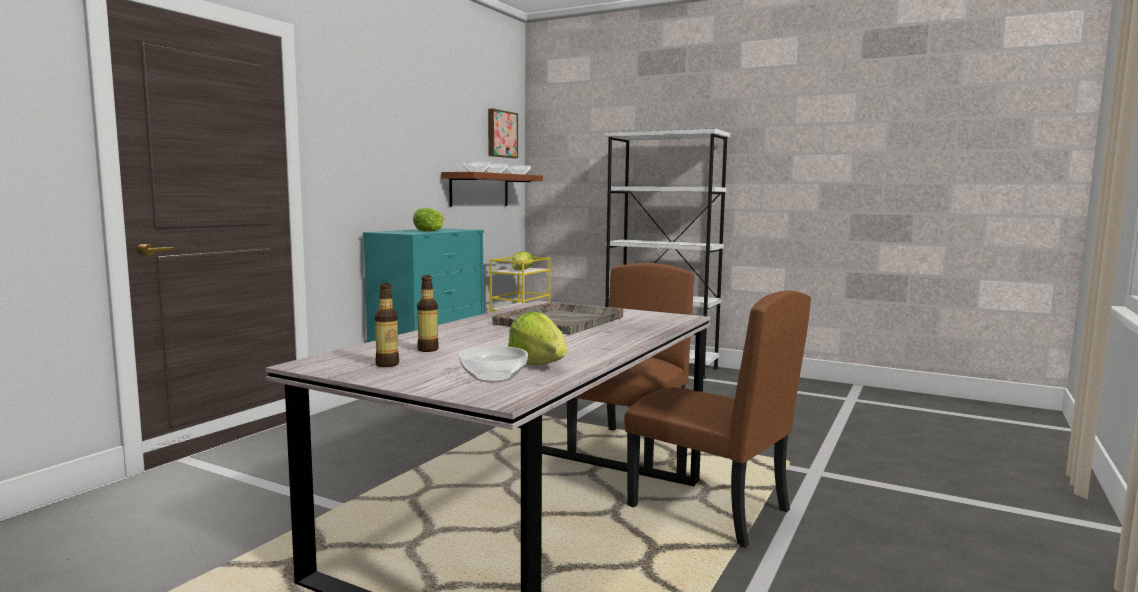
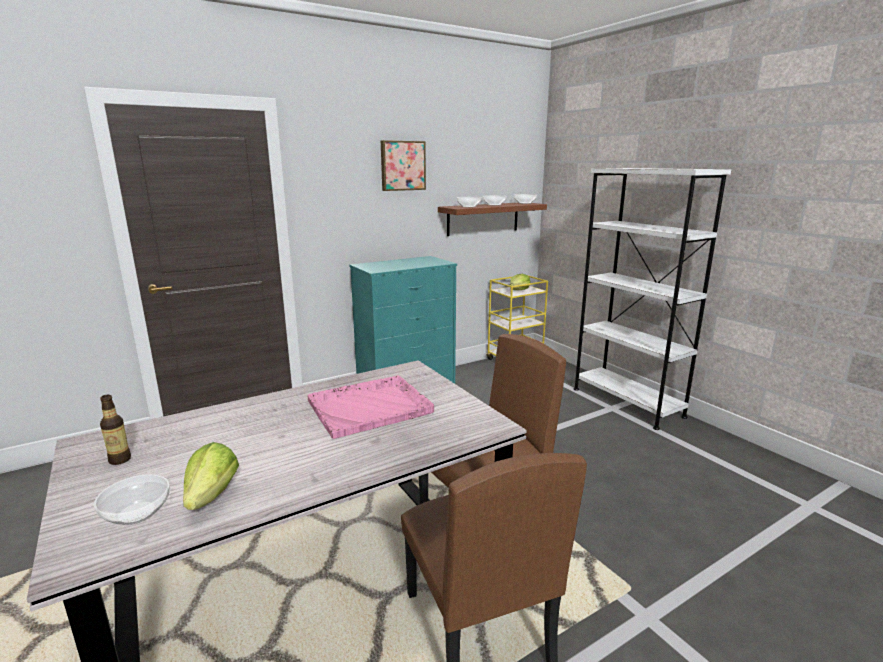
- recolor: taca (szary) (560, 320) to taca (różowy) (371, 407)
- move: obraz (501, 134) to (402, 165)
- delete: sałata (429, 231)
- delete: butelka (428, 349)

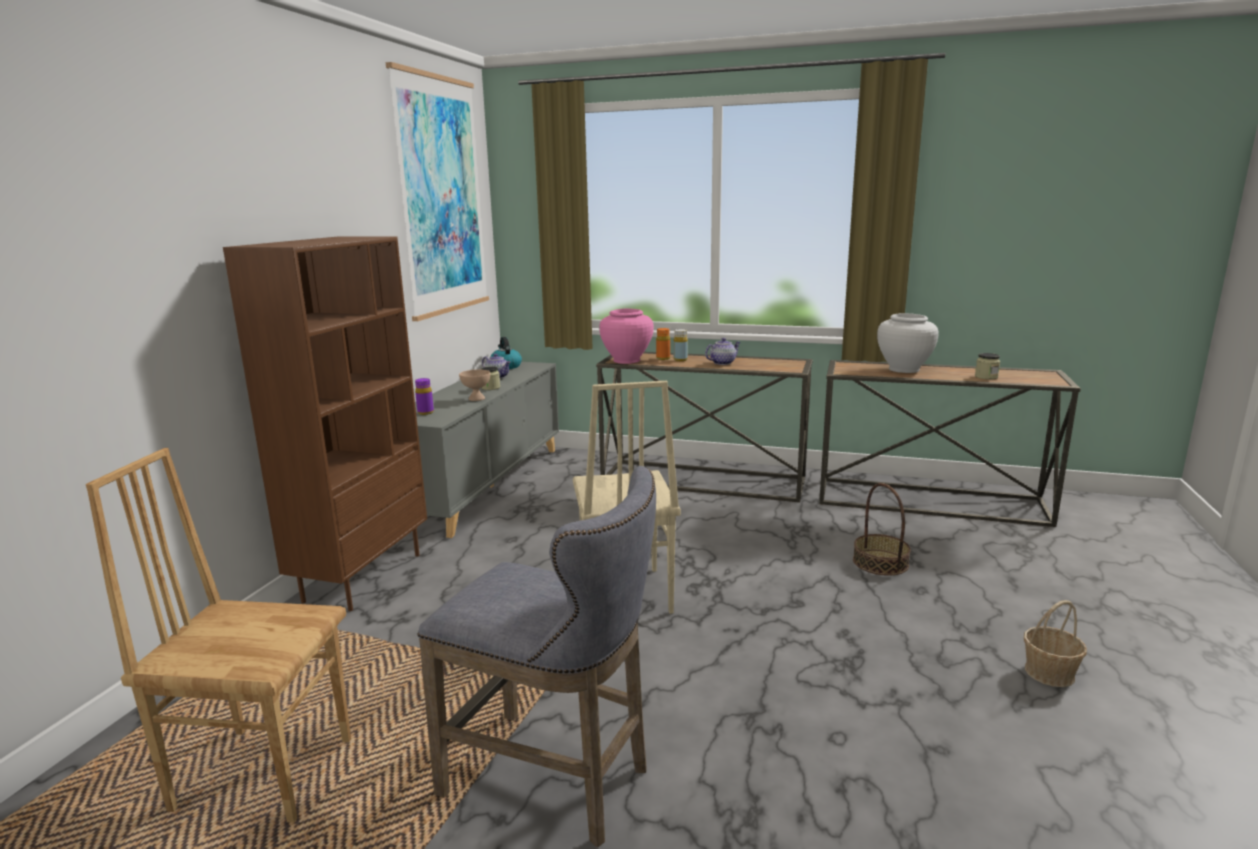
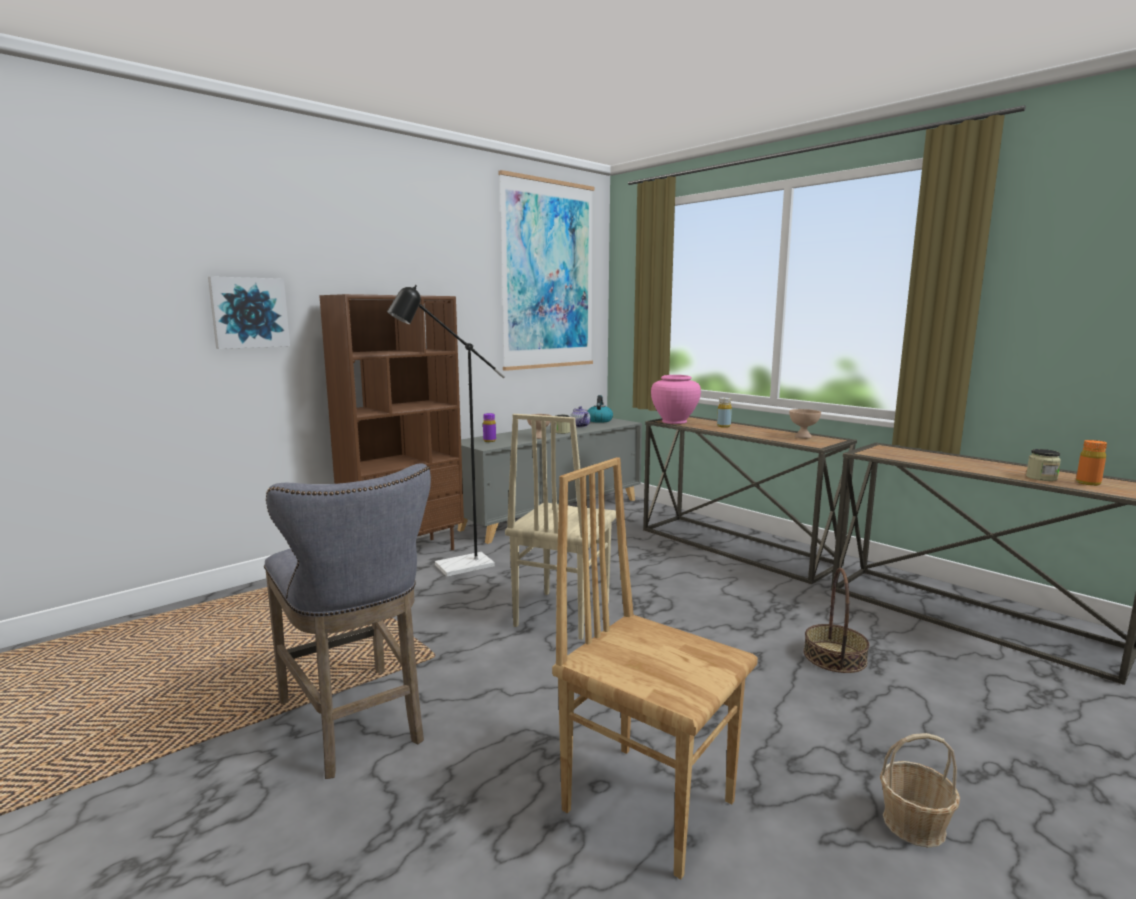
- insert: obraz (249, 312)
- insert: lampa stojąca (czarny) (454, 568)
- move: krzesło (brązowy) (265, 772) to (648, 803)
- insert: miska (beżowy) (803, 437)
- move: butelka (pomarańczowy) (663, 358) to (1088, 483)
- delete: imbryk (722, 363)
- delete: wazon (biały) (904, 369)

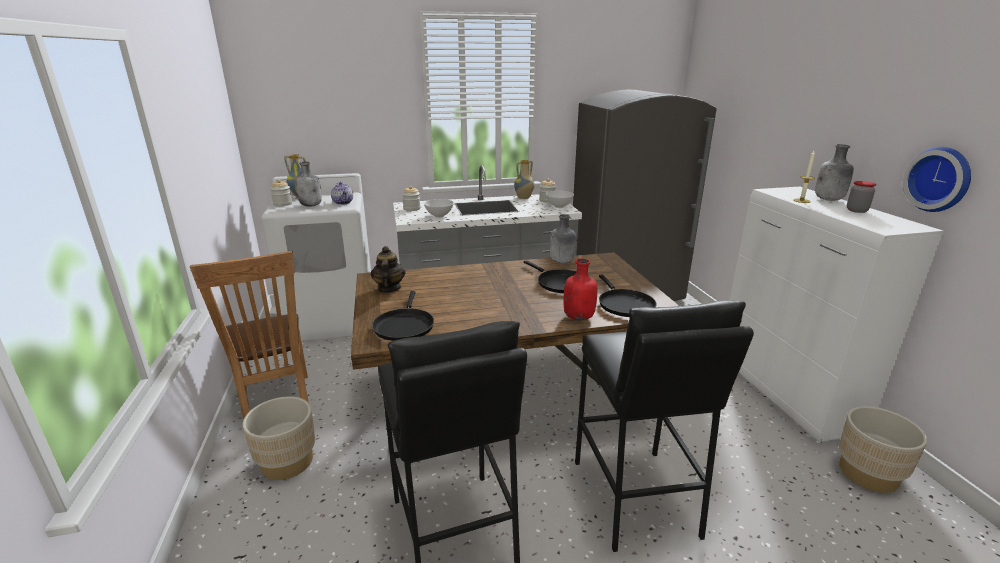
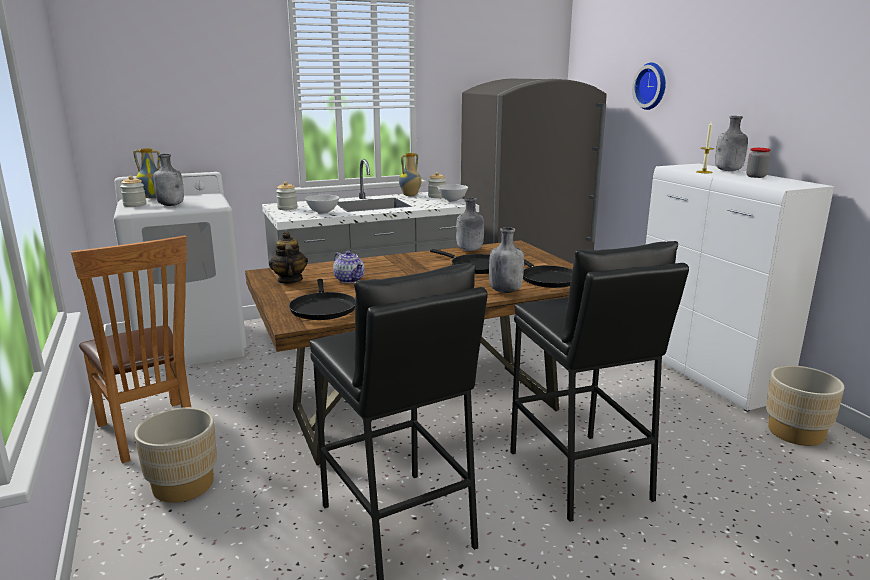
- move: imbryk (343, 202) to (350, 280)
- recolor: butelka (czerwony) (579, 317) to butelka (szary) (505, 291)
- move: zegar ścienny (940, 179) to (652, 86)

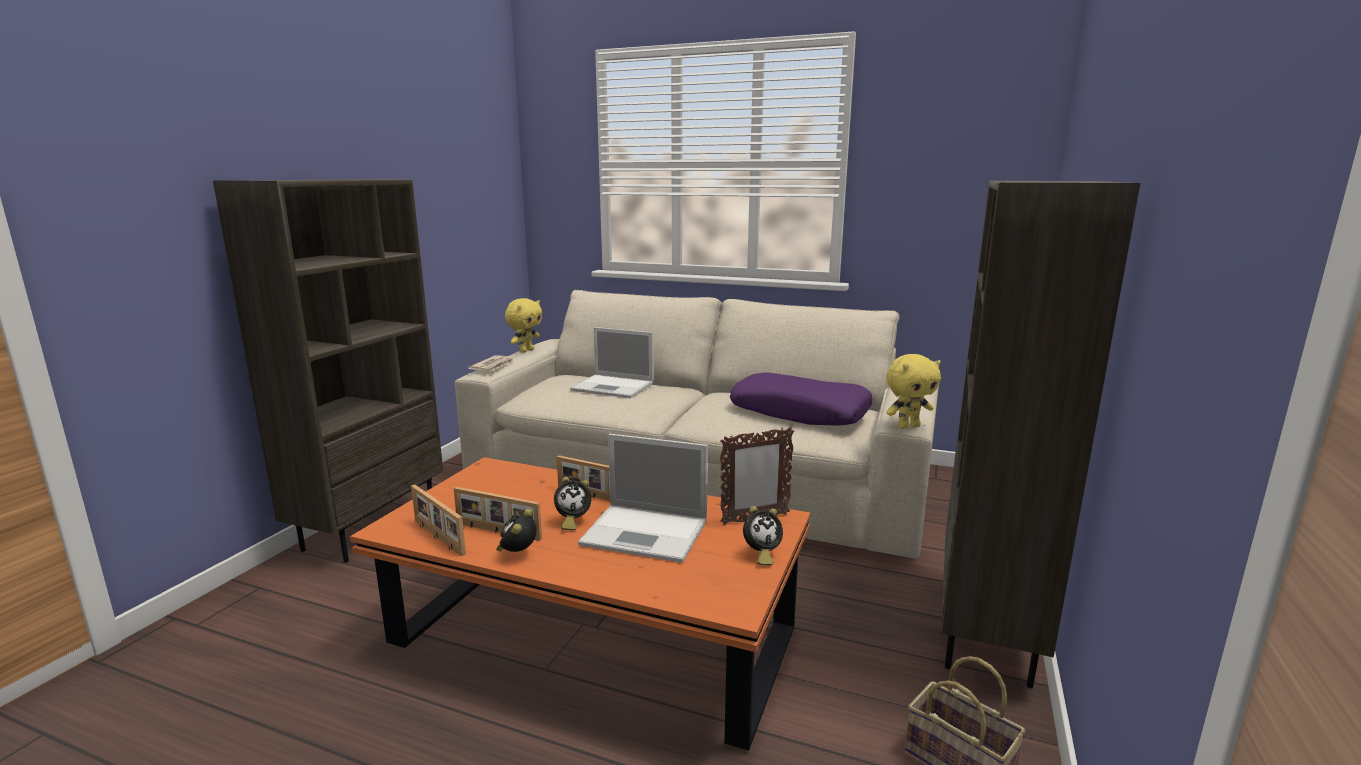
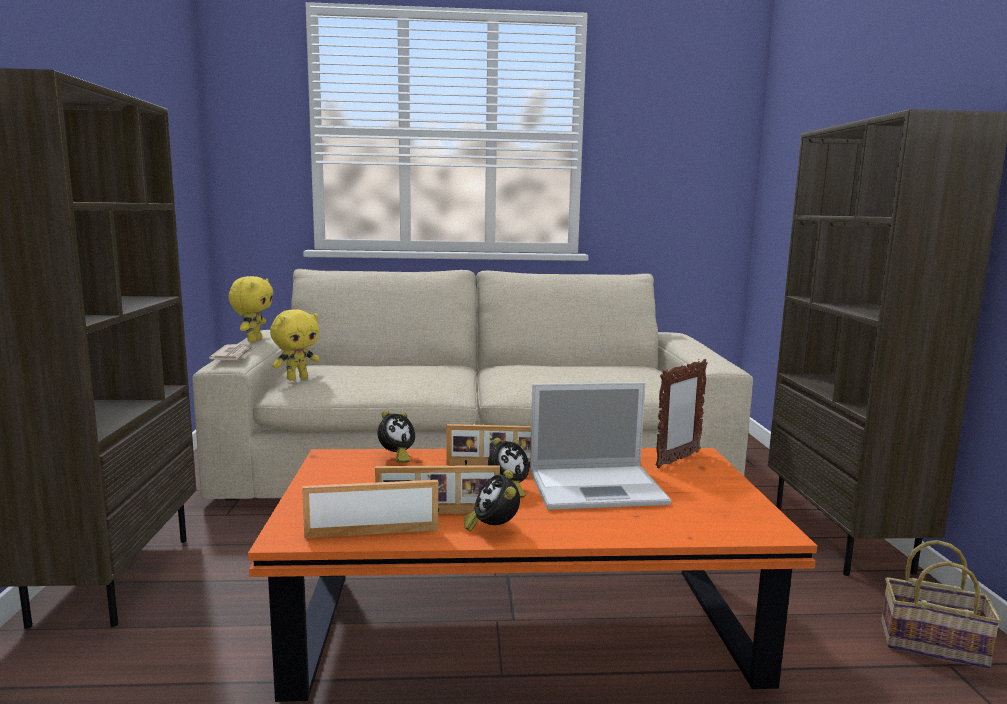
- move: pluszak (żółty) (908, 426) to (297, 378)
- rotate: ramka na zdjęcie (437, 537) = (372, 532) 150 degrees clockwise
- move: budzik (761, 555) to (396, 457)
- delete: laptop (614, 387)
- delete: poduszka (fioletowy) (800, 412)

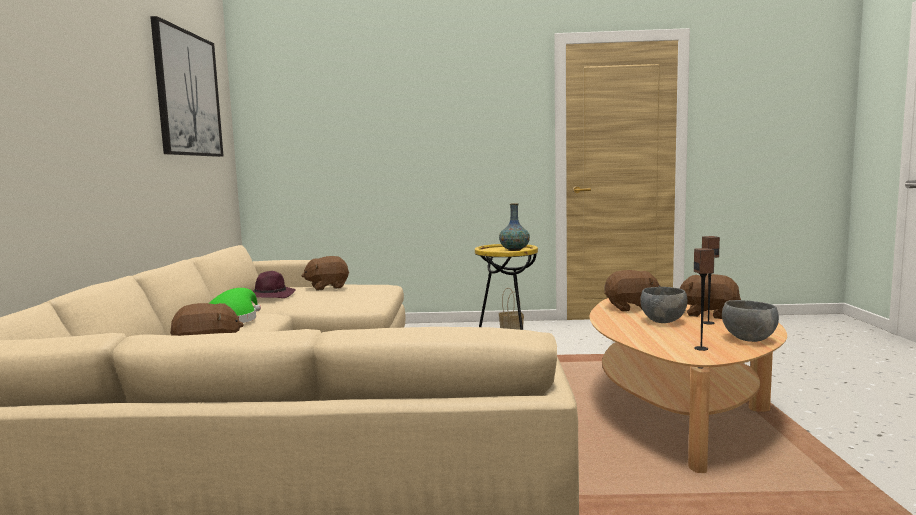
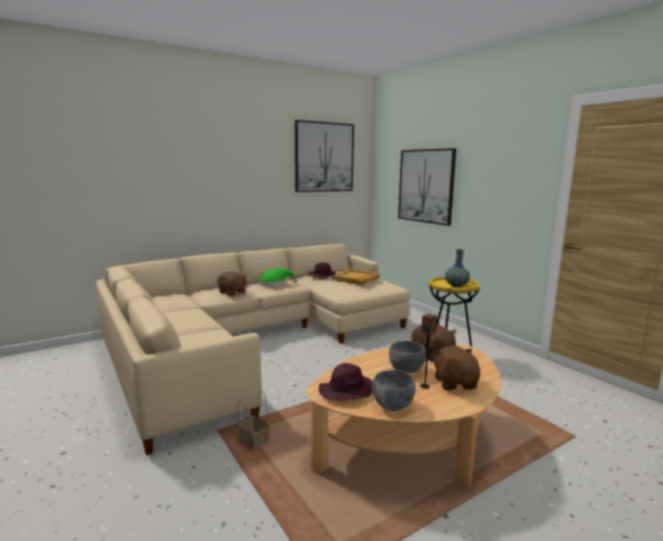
- move: koszyk (510, 329) to (252, 441)
- replace: głośnik (701, 348) to kapelusz (fioletowy) (346, 392)
- replace: pluszak (brązowy) (327, 287) to taca (beżowy) (356, 279)
- insert: obraz (426, 186)

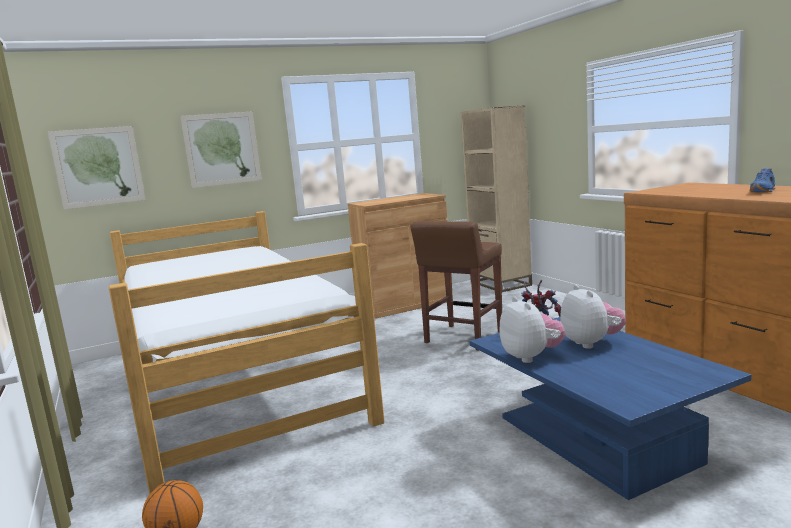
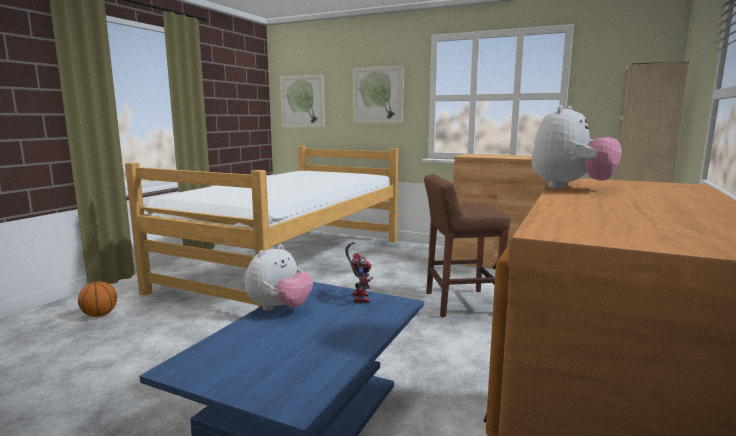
- move: pluszak (591, 343) to (570, 187)
- delete: but (niebieski) (763, 191)

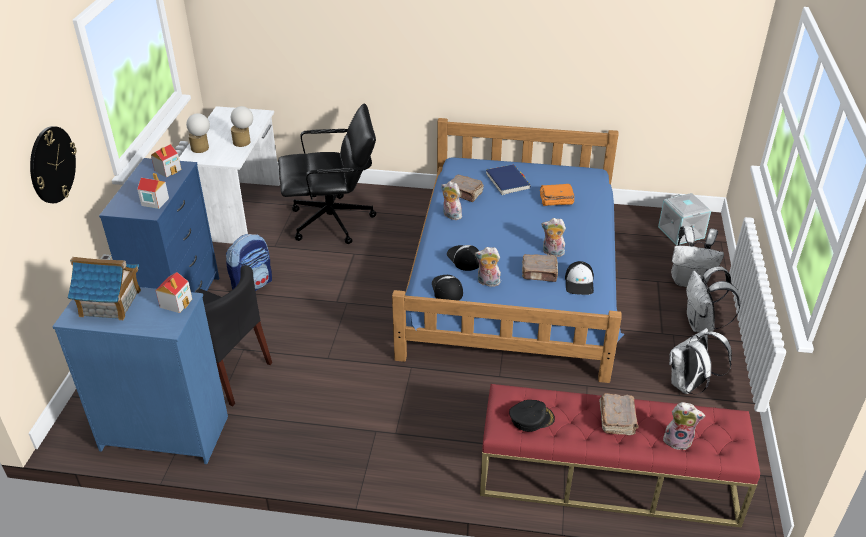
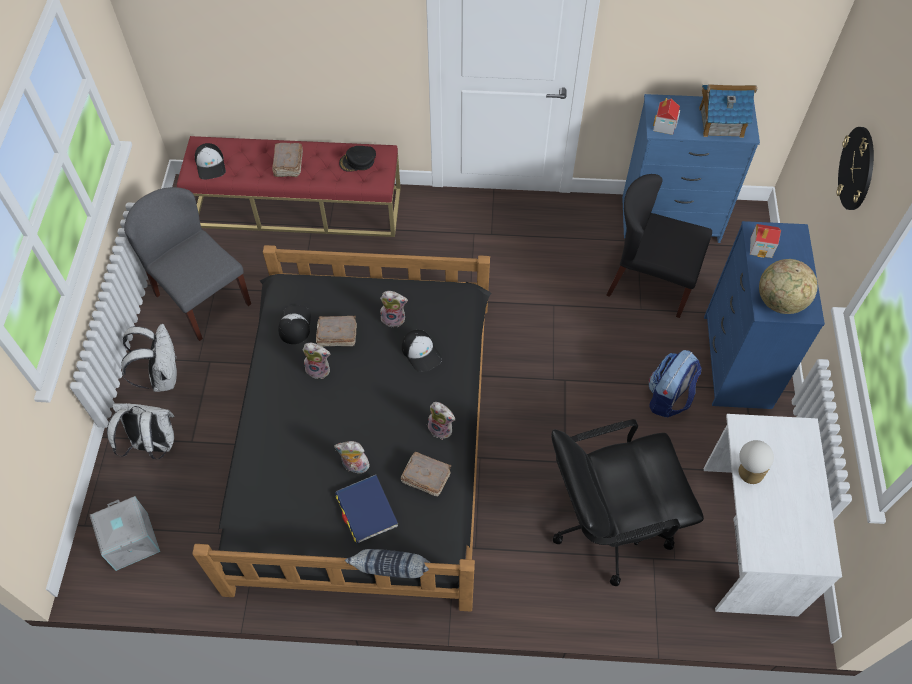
- replace: plecak (biały) (689, 386) to krzesło (szary) (202, 299)
- recolor: łóżko (niebieski) (513, 275) to łóżko (czarny) (365, 437)
- move: czapka z daszkiem (446, 289) to (211, 165)
- move: pluszak (678, 440) to (354, 466)
- insert: poduszka (393, 574)
- replace: domek (168, 170) to globus (780, 302)
- delete: lampa stołowa (201, 149)
- delete: książka (pomarańczowy) (555, 200)

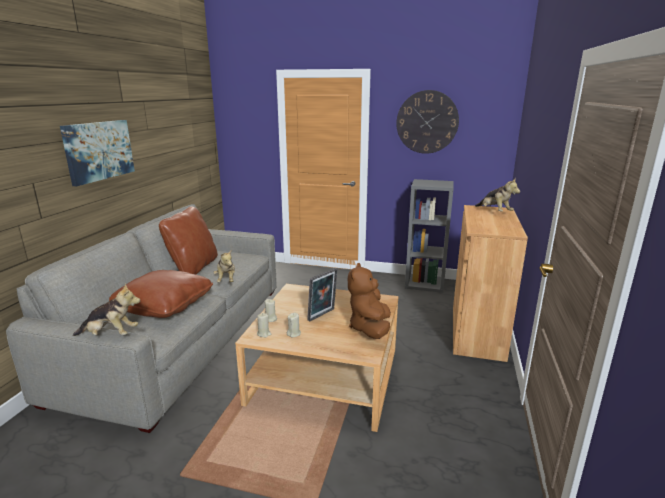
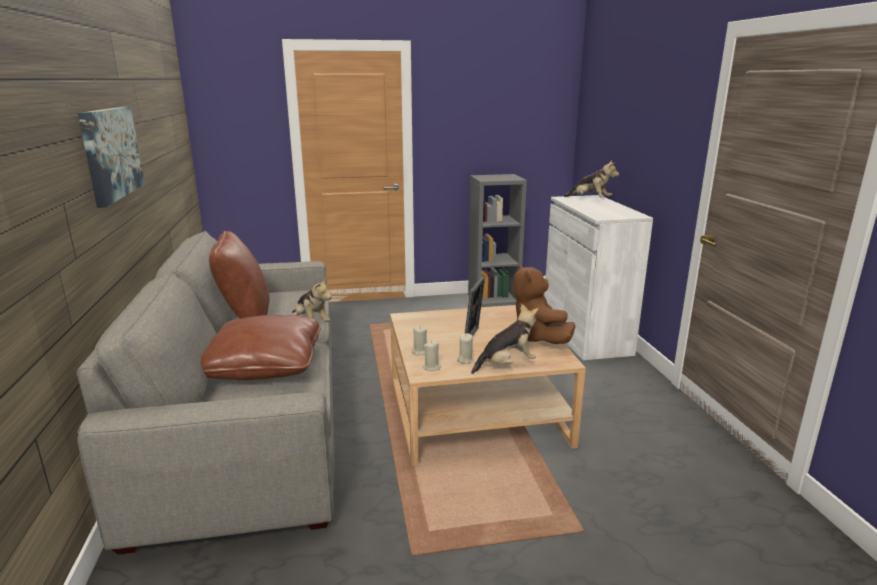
- move: pluszak (110, 335) to (506, 365)
- recolor: szafka (brązowy) (477, 331) to szafka (biały) (585, 335)
- delete: zegar ścienny (427, 122)

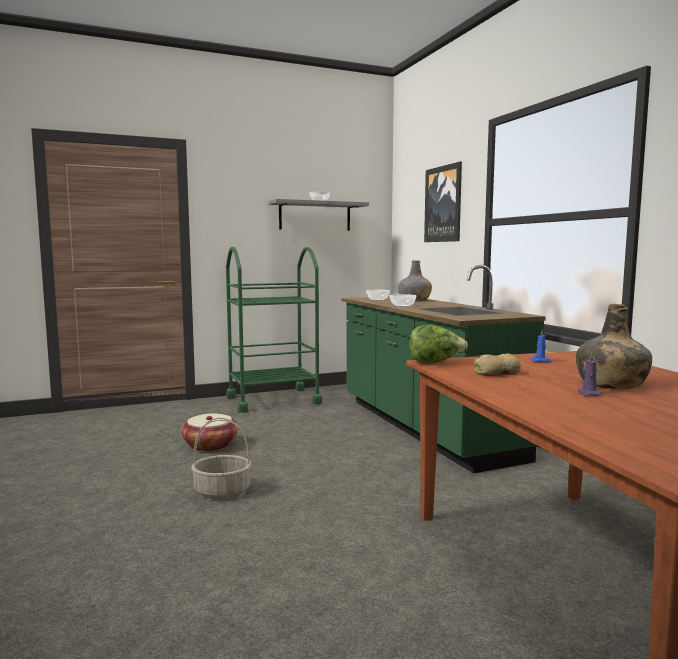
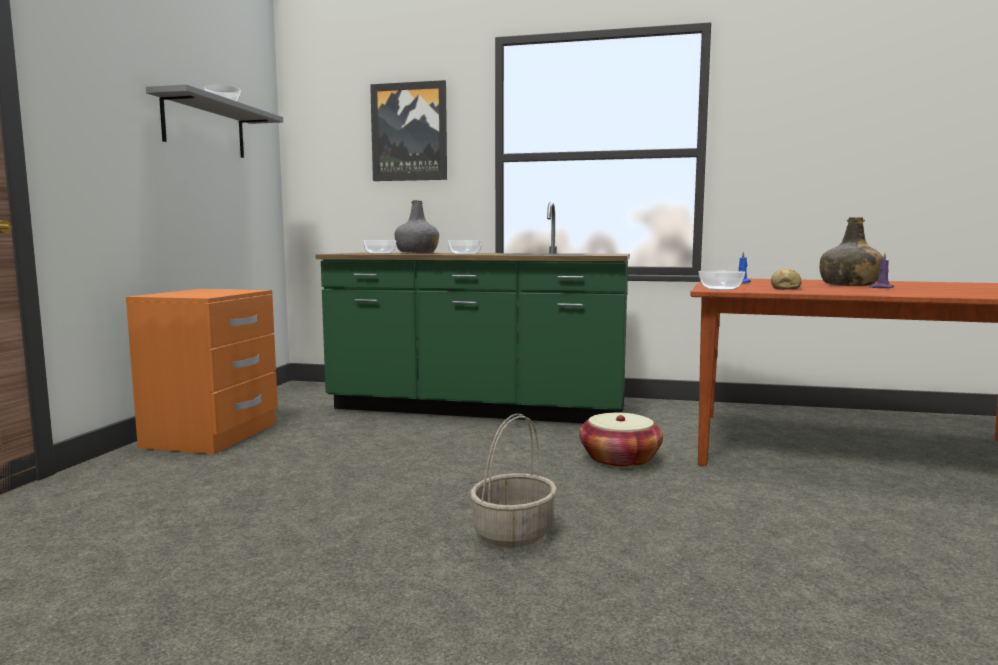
- replace: wózek (zielony) (273, 400) to szafka nocna (pomarańczowy) (213, 436)
- move: koszyk (210, 445) to (620, 459)
- replace: sałata (435, 363) to miska (720, 289)

